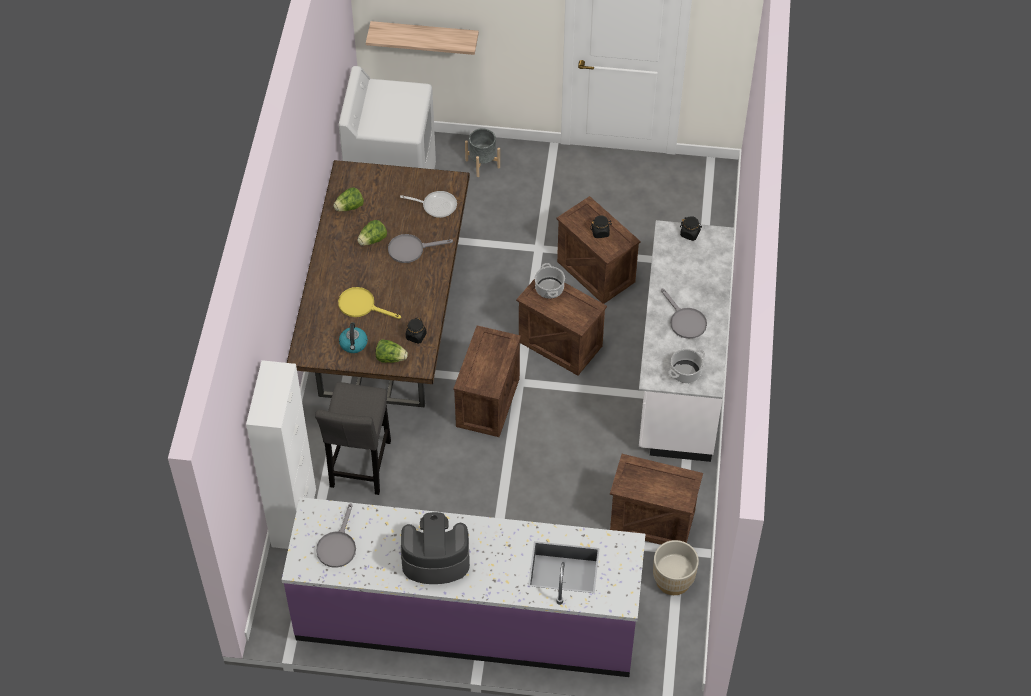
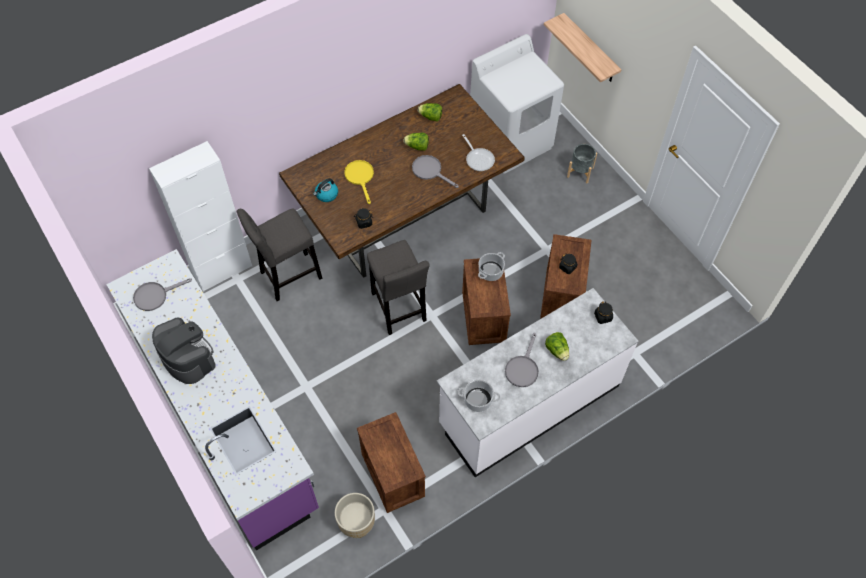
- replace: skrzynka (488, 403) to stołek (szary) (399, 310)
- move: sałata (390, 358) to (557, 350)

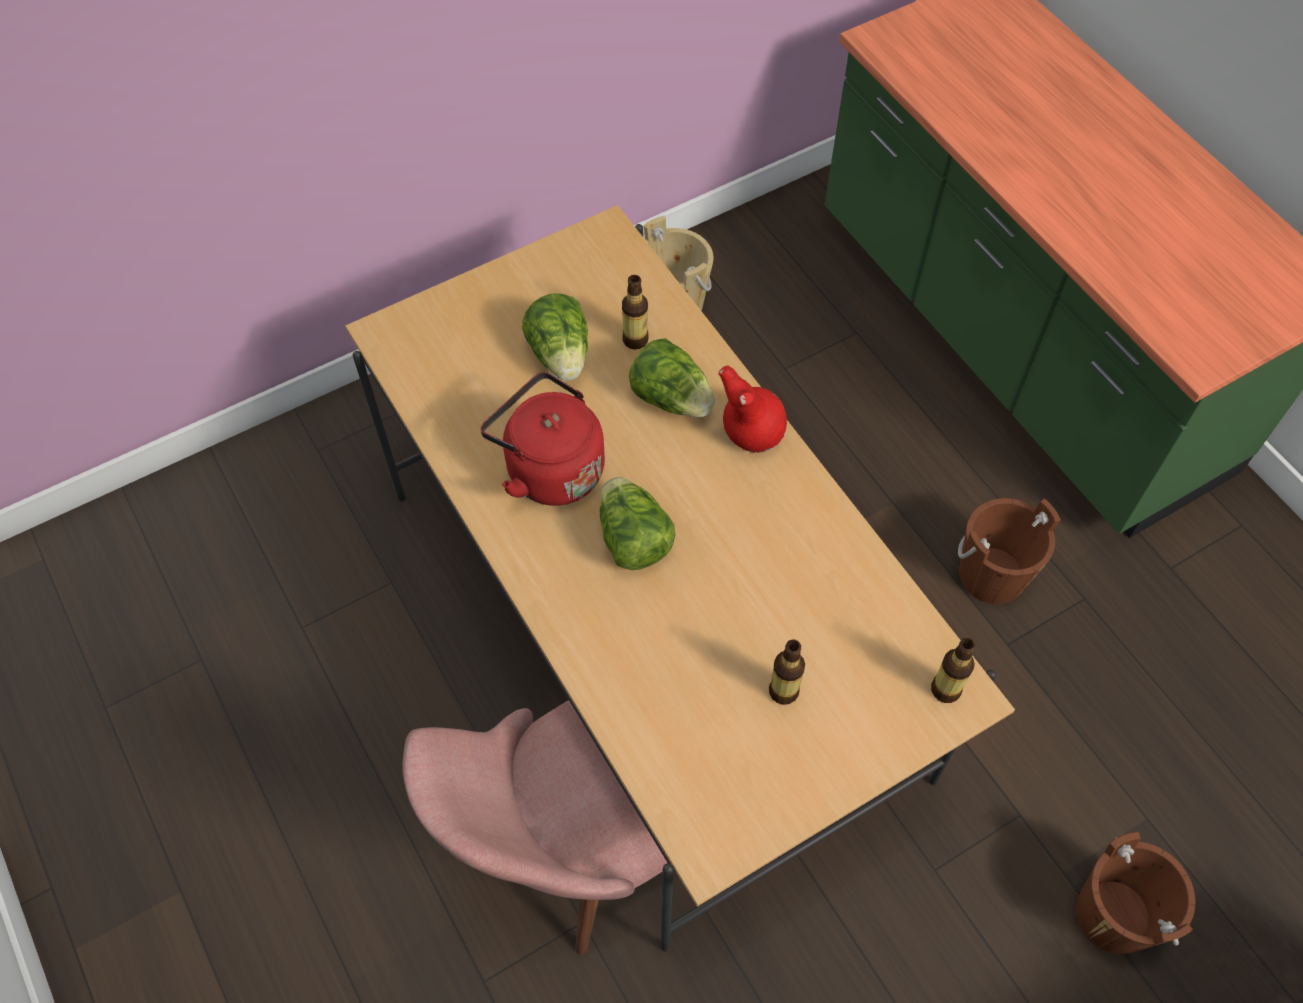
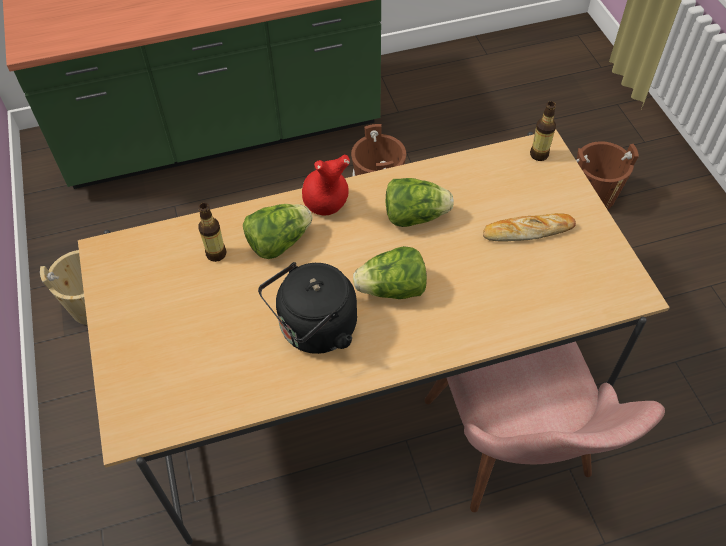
- recolor: czajnik (czerwony) (549, 468) to czajnik (czarny) (314, 330)
- move: sałata (561, 355) to (415, 216)
- replace: butelka (783, 691) to chleb (527, 231)

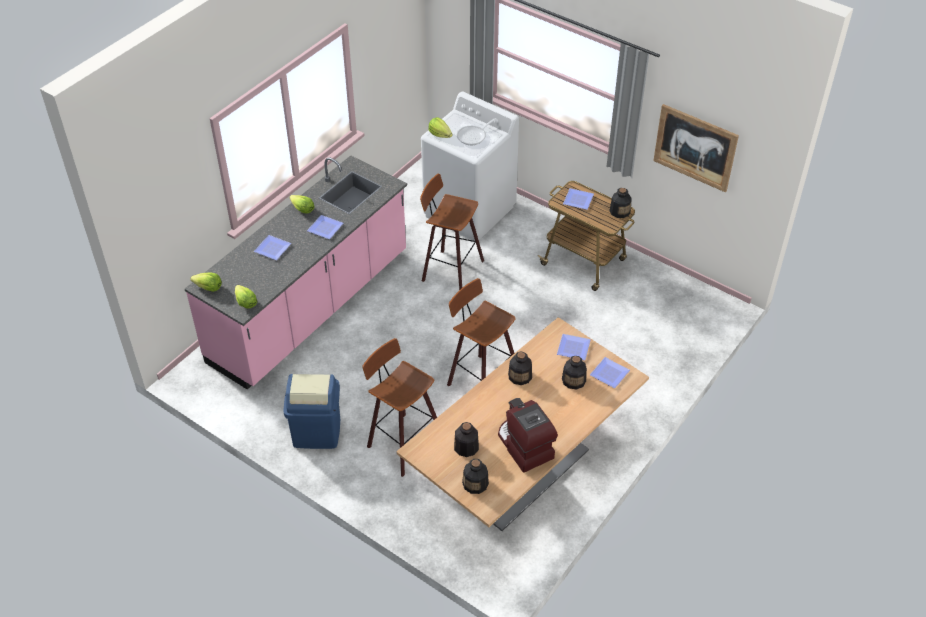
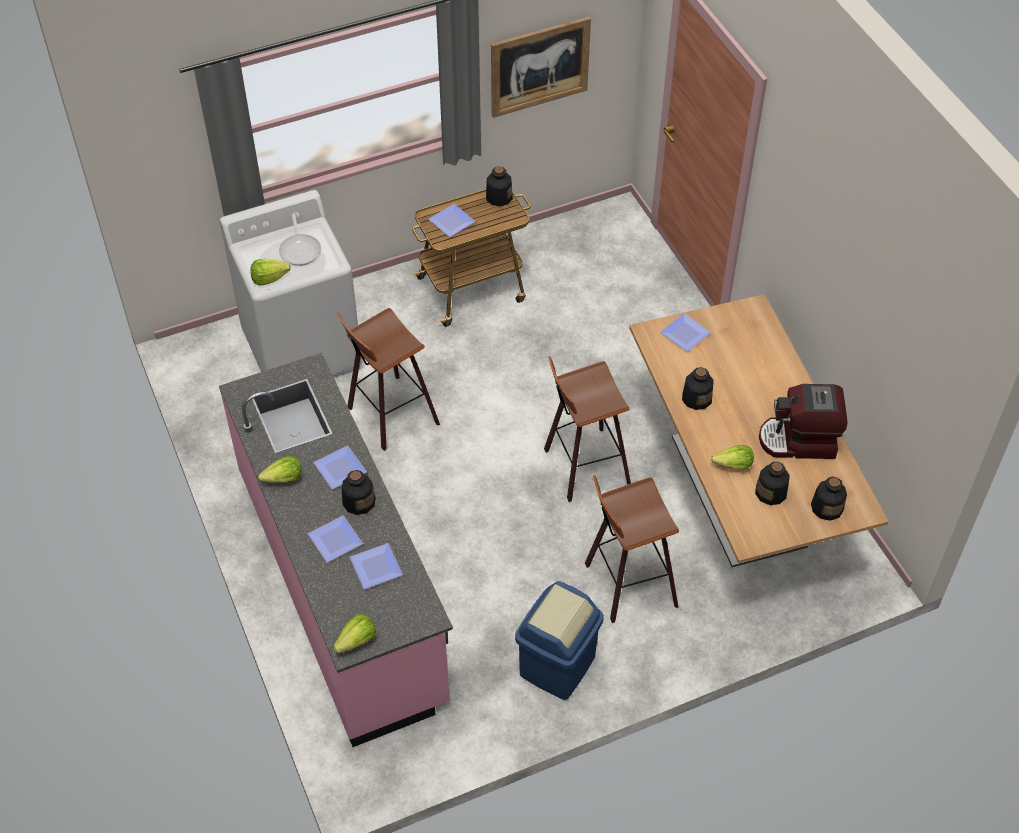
- move: butelka (574, 380) to (359, 501)
- move: talerz (610, 375) to (378, 568)
- move: sałata (245, 302) to (733, 465)

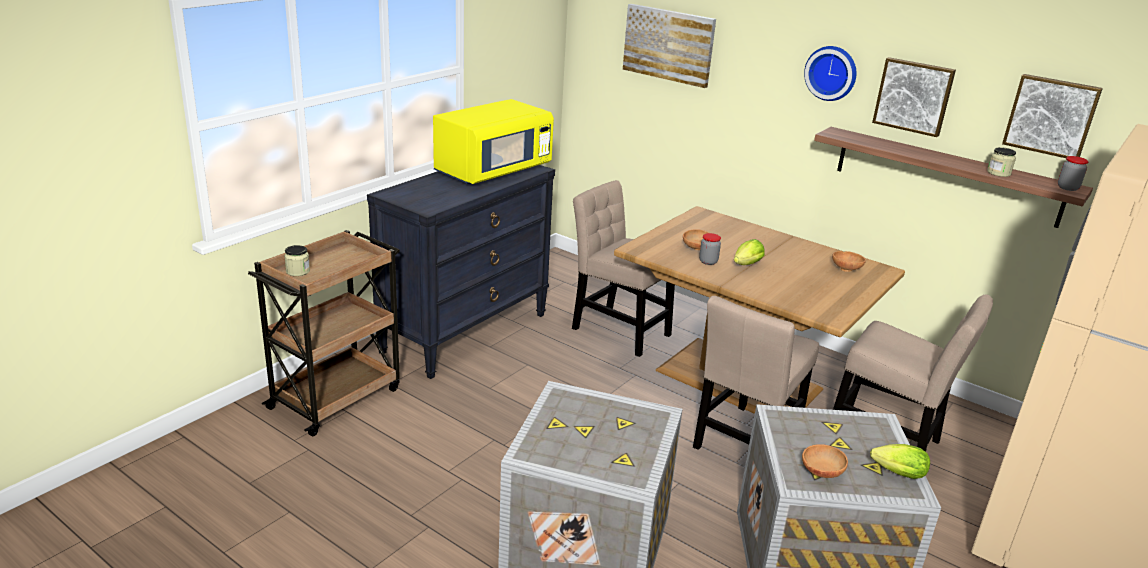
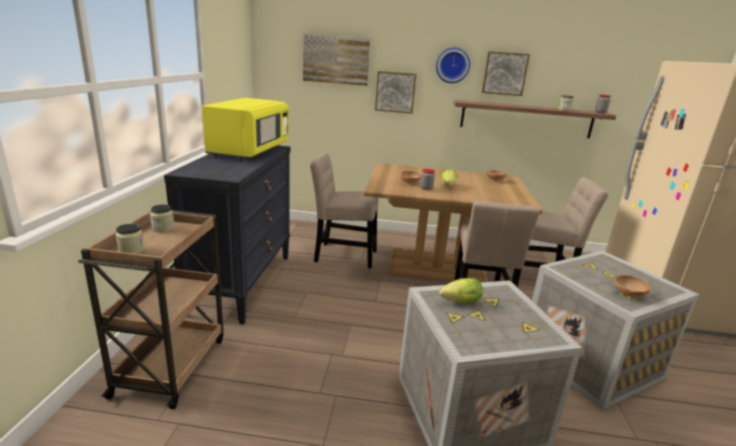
- insert: słoik (163, 228)
- move: obraz (1051, 116) to (395, 92)
- move: sałata (895, 473) to (458, 303)

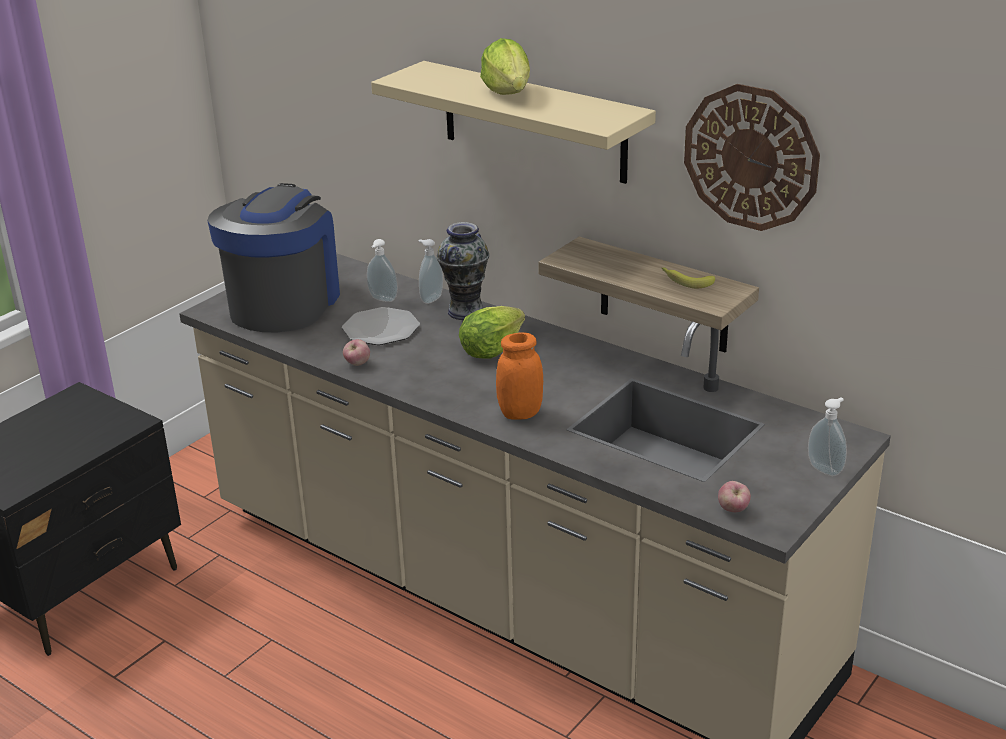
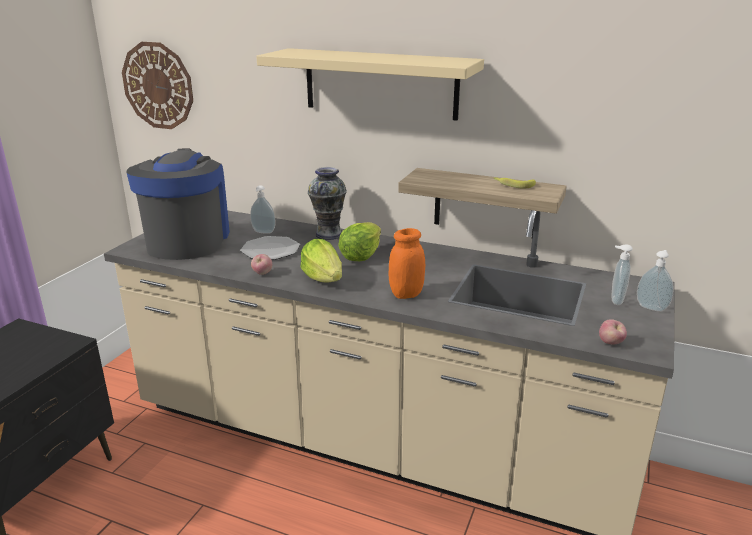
- move: zegar ścienny (751, 157) to (158, 86)
- move: sałata (508, 93) to (323, 279)
- move: dozownik mydła (430, 299) to (615, 300)

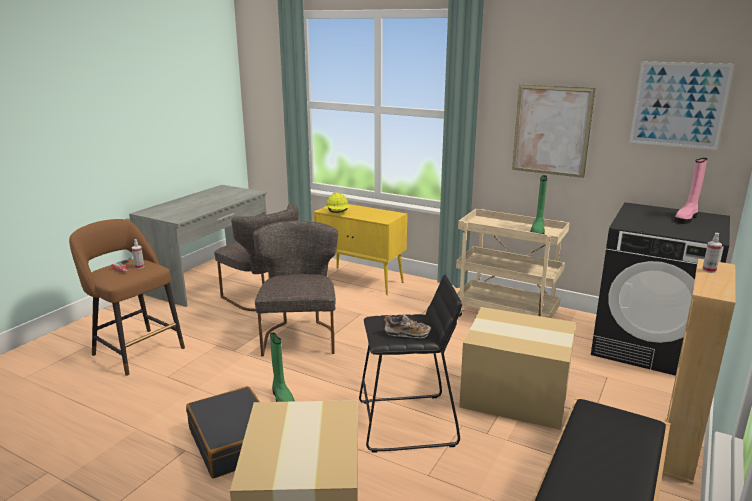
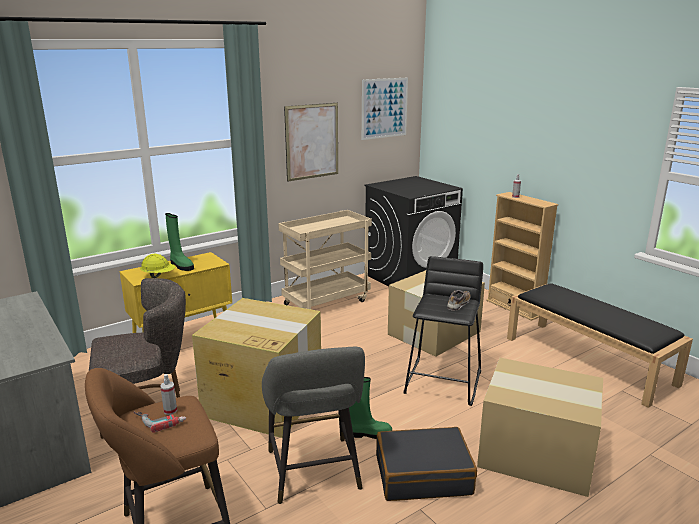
- move: but z cholewką (zielony) (538, 231) to (181, 265)
- replace: krzesło (szary) (300, 336) to karton (262, 401)
- insert: stołek (szary) (314, 474)
- delete: but z cholewką (różowy) (686, 218)

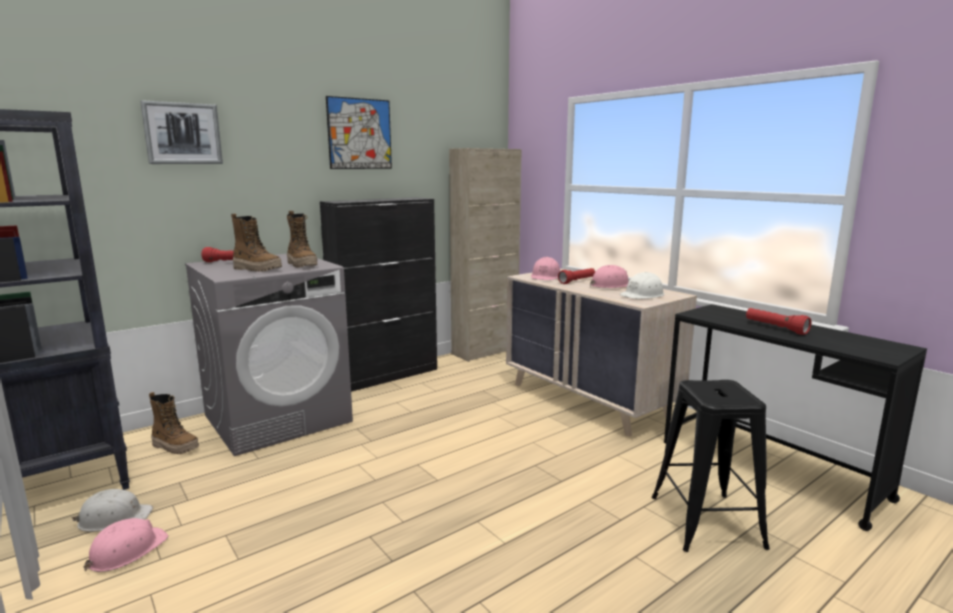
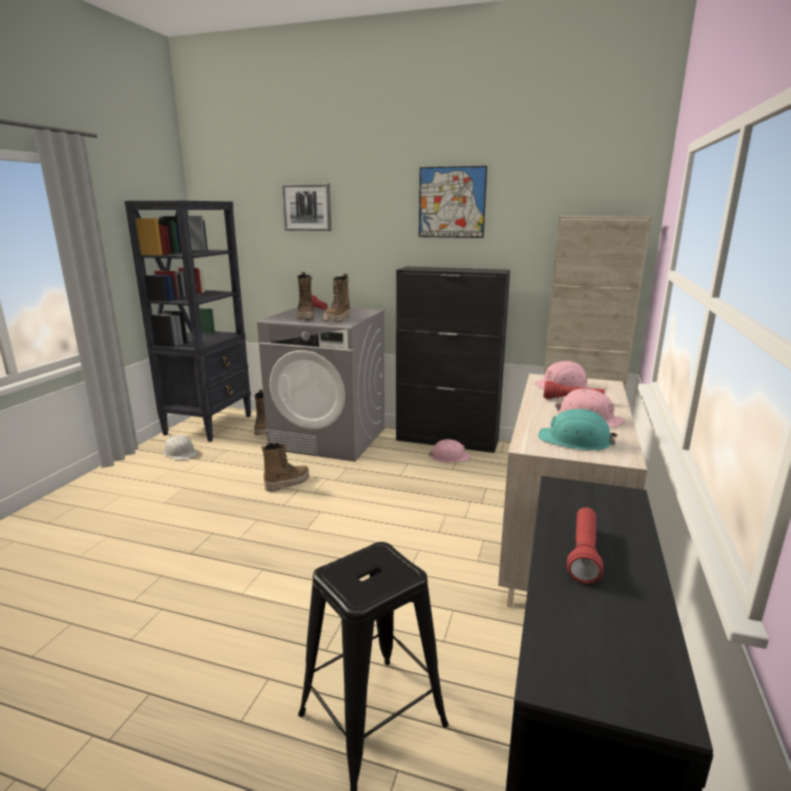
- insert: but z cholewką (287, 483)
- move: kask (różowy) (127, 551) to (449, 457)
- recolor: kask (biały) (643, 295) to kask (turkusowy) (575, 440)

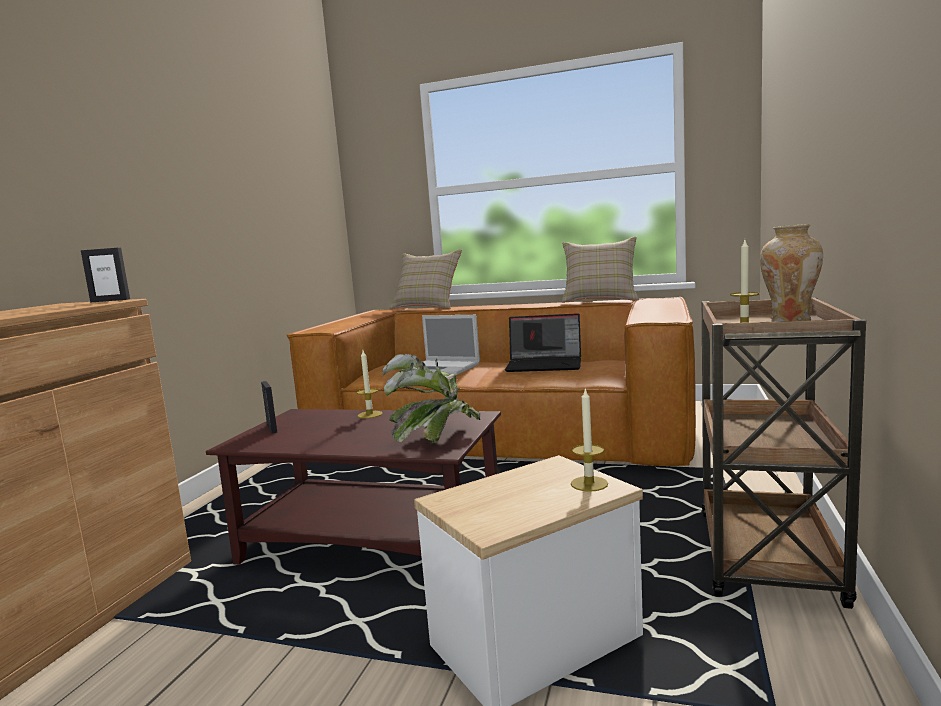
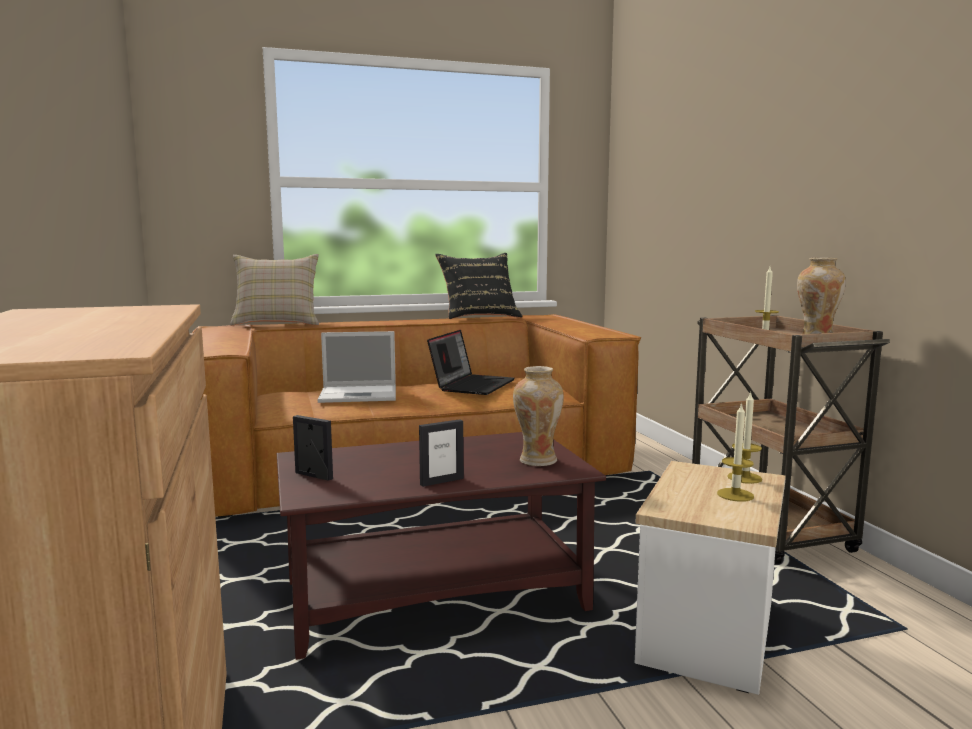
- move: ramka na zdjęcie (110, 300) to (441, 481)
- rotate: laptop (545, 365) = (472, 385) 45 degrees counterclockwise
- recolor: poduszka (beżowy) (600, 300) to poduszka (czarny) (479, 316)
- replace: roślina doniczkowa (434, 438) to wazon (537, 461)
- move: świeca (370, 414) to (735, 495)

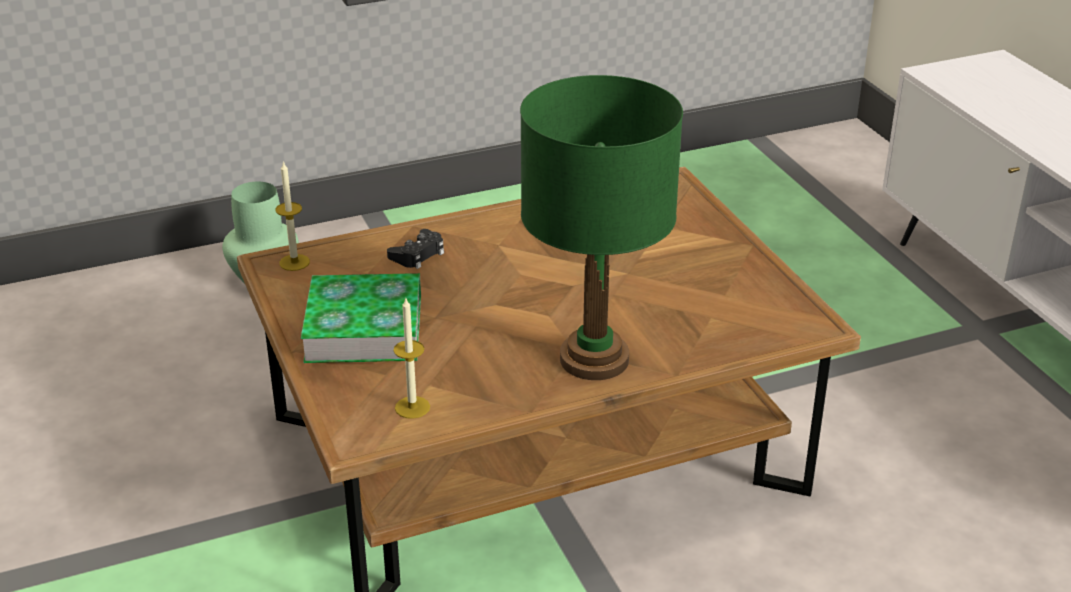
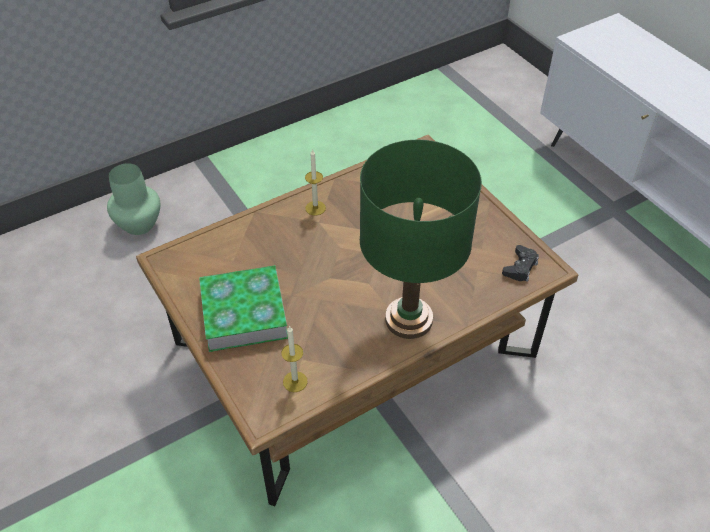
- move: świeca (294, 262) to (315, 208)
- move: pad do gier (czarny) (418, 255) to (520, 267)

